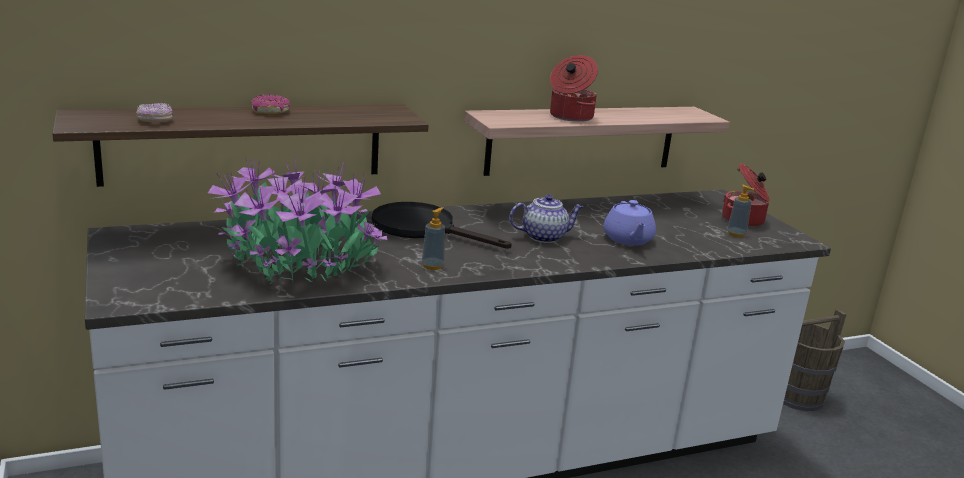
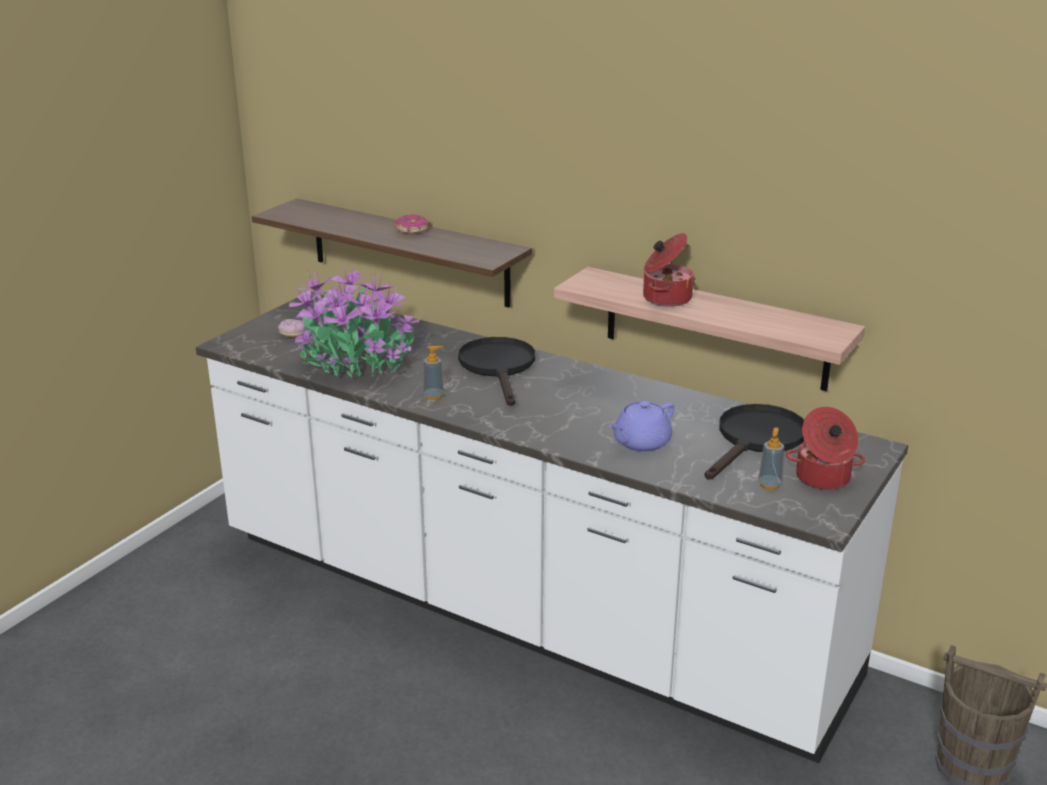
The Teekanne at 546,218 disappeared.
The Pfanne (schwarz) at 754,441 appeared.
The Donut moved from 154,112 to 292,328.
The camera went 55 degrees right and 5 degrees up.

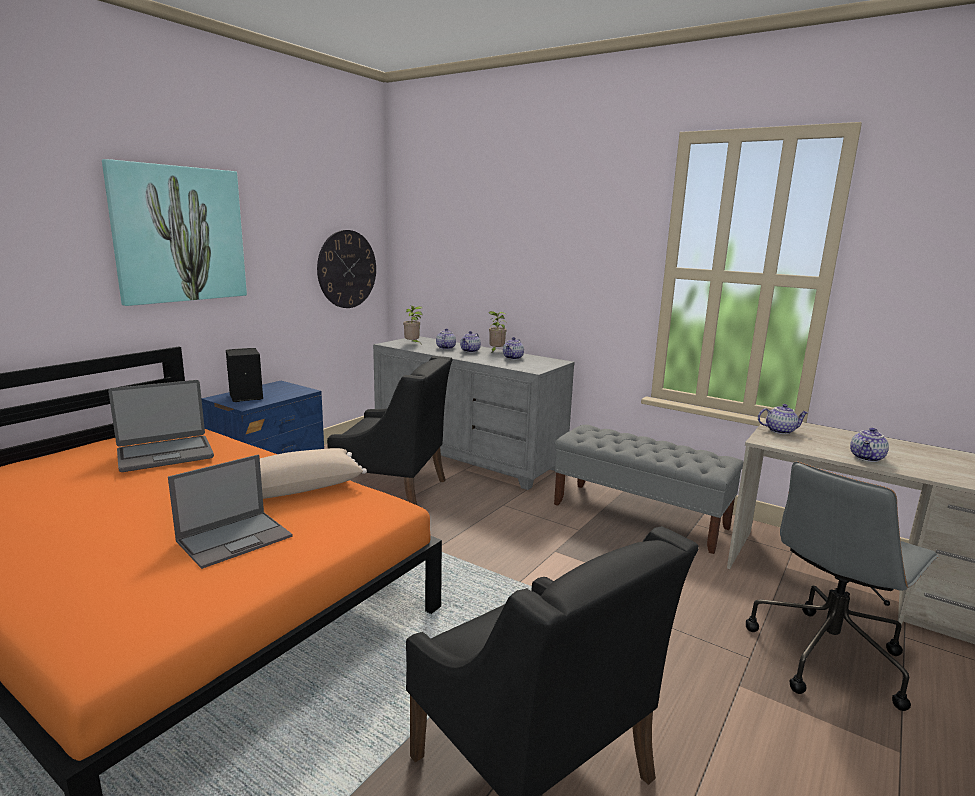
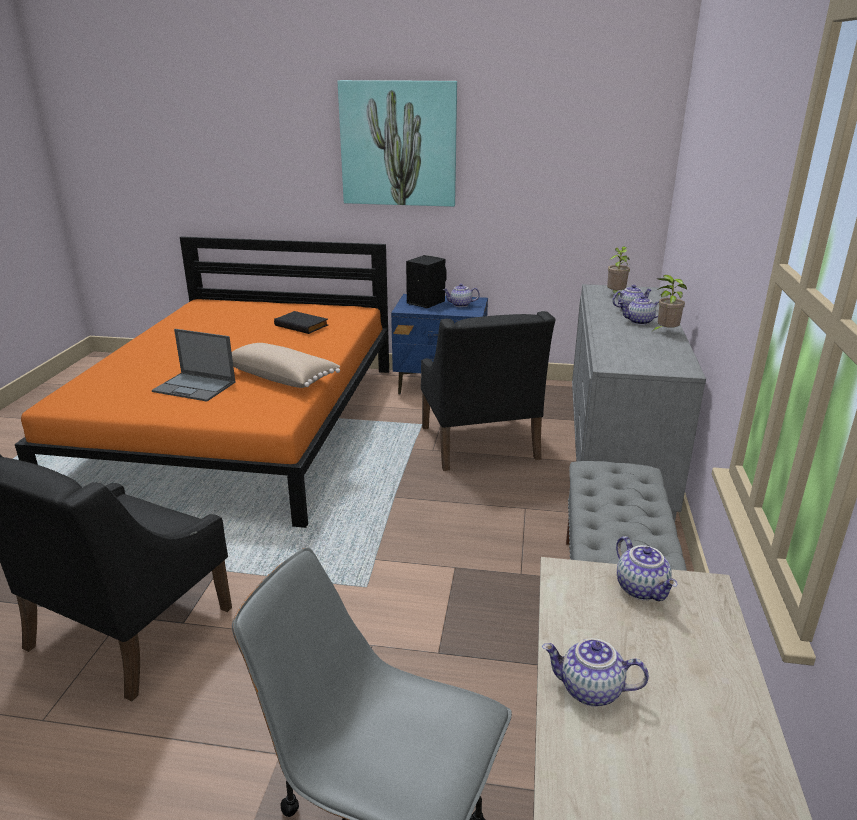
The Wanduhr at 346,269 disappeared.
The Teekanne moved from 513,348 to 461,295.
The Laptop at 161,426 was replaced by the Buch (schwarz) at 301,322.
The camera went 65 degrees right and 10 degrees up.

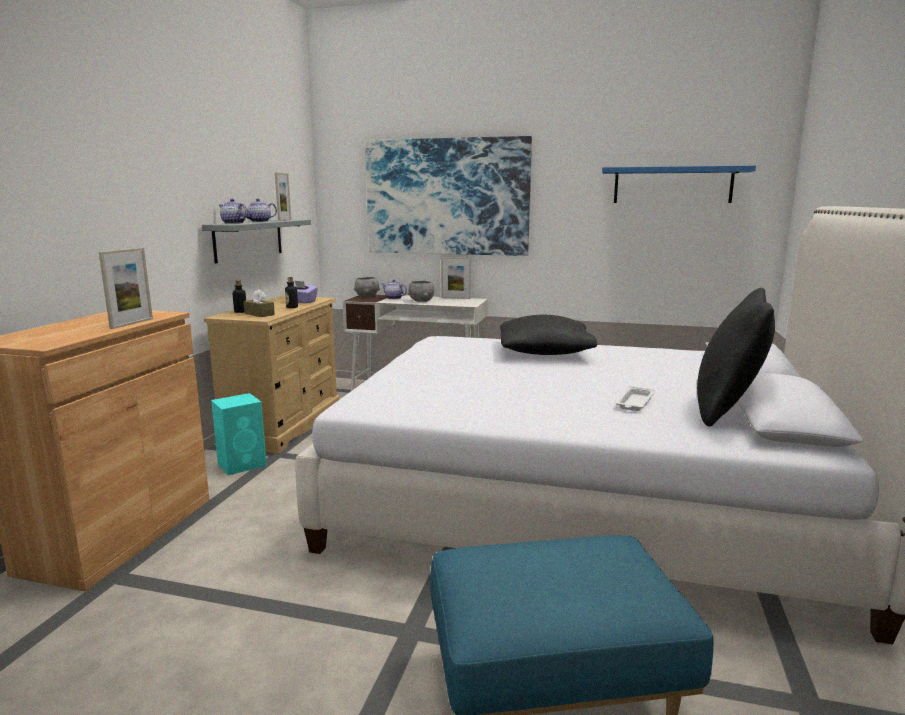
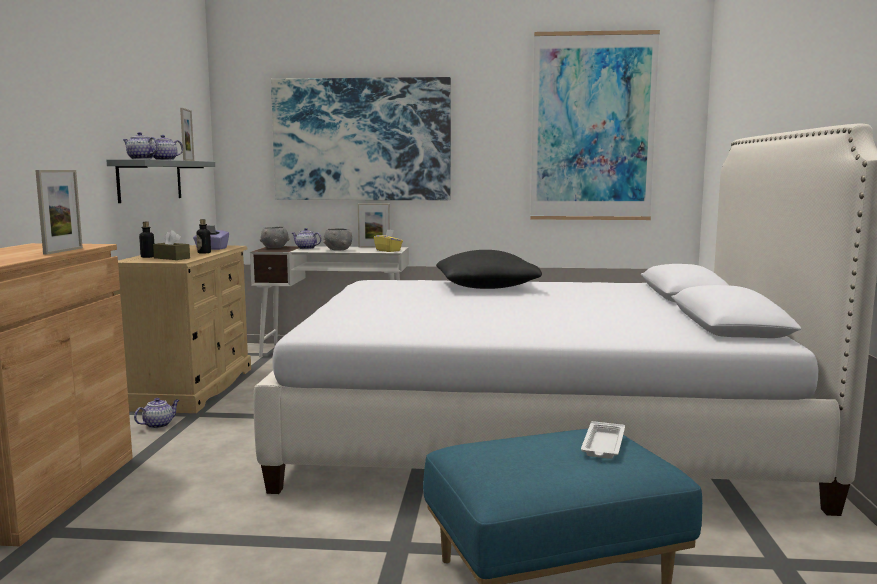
The Kissen (schwarz) at 736,357 disappeared.
The Taschentuchbox (gelb) at 388,240 appeared.
The Tablett (weiß) moved from 635,398 to 603,440.
The Lautsprecher (türkis) at 239,434 was replaced by the Teekanne at 156,413.
The Wandregal (blau) at 679,184 was replaced by the Bild at 595,125.
The camera went 10 degrees left and 5 degrees down.

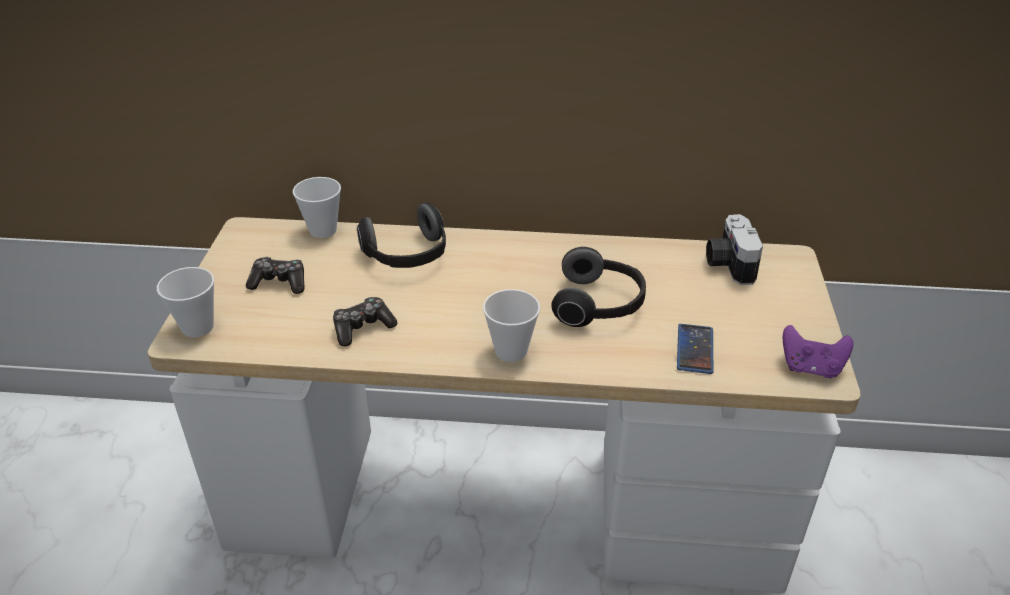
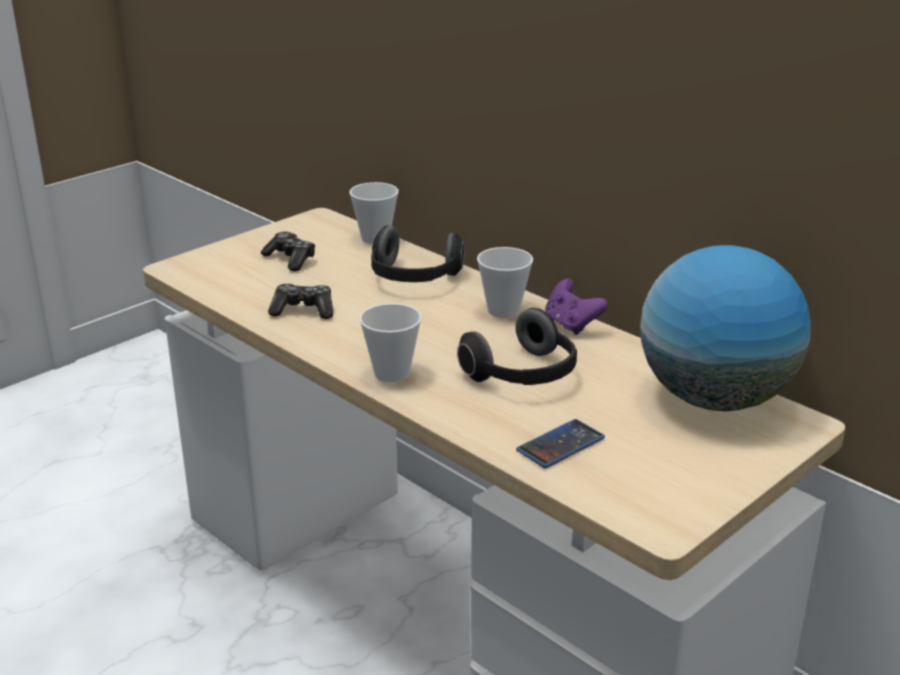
The Tasse moved from 185,302 to 505,282.
The Gamepad (lila) moved from 818,351 to 576,307.
The Kamera at 734,249 was replaced by the Globus at 725,328.
The camera went 40 degrees right and 10 degrees down.

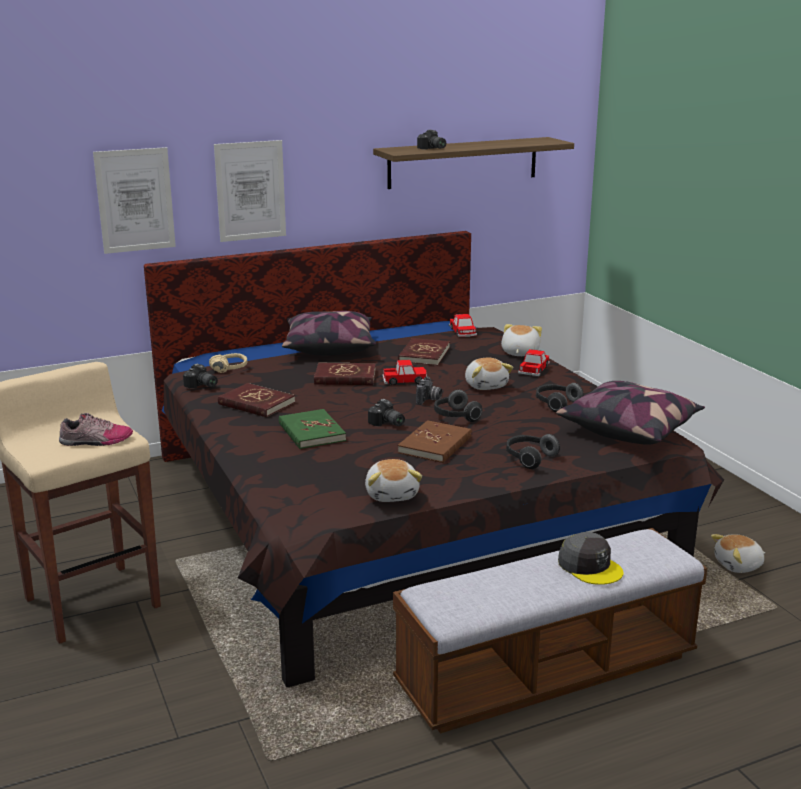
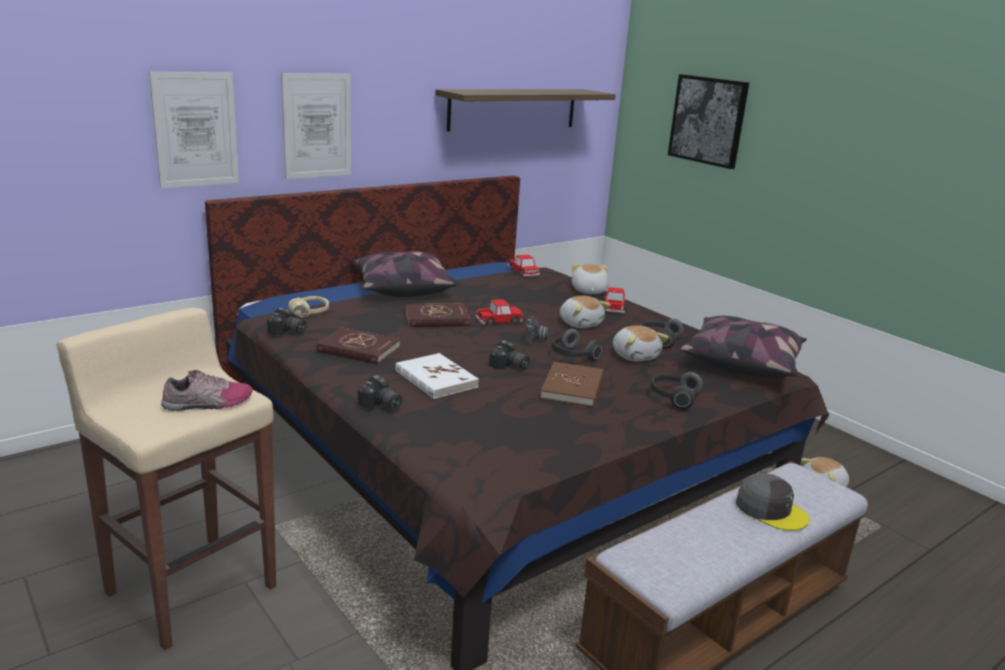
The Buch (rot) at 424,352 disappeared.
The Bild at 708,121 appeared.
The Plüschtier moved from 393,480 to 641,343.
The Kamera moved from 431,140 to 380,392.
The Buch (grün) at 312,429 became the Buch (weiß) at 437,376.
The camera went 15 degrees left and 0 degrees up.

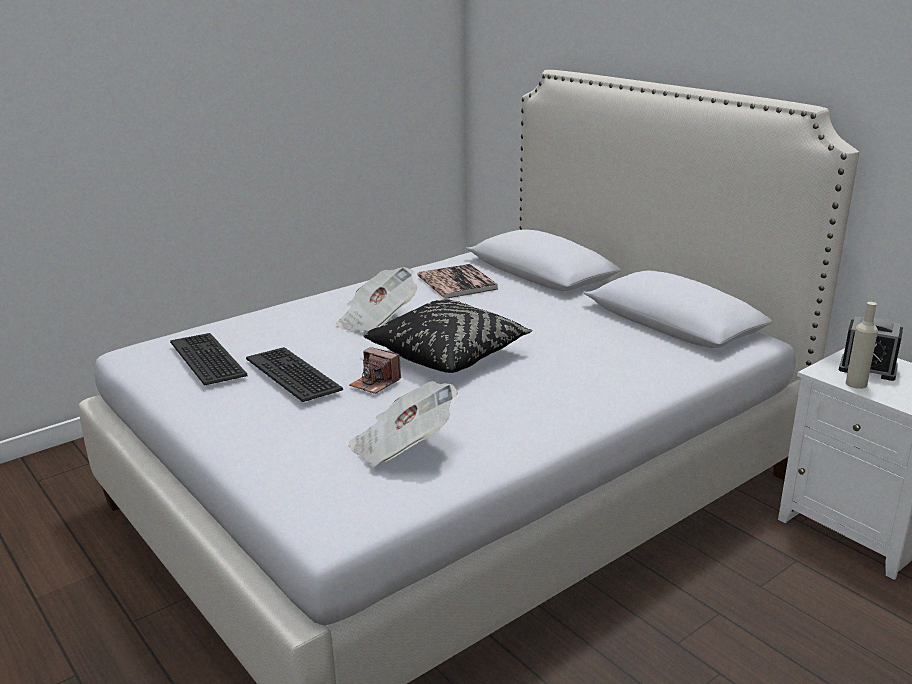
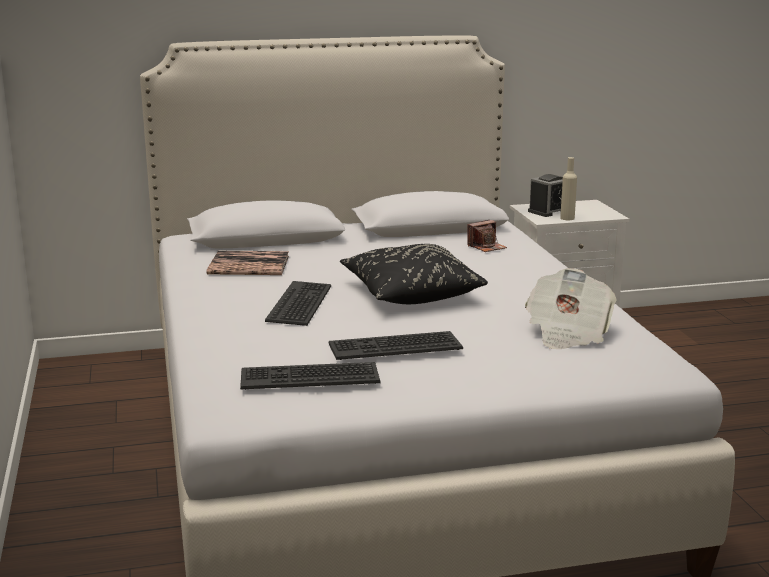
The Kamera moved from 375,370 to 487,236.
The Zeitung at 376,299 was replaced by the Tastatur at 298,303.
The camera went 65 degrees left and 5 degrees down.

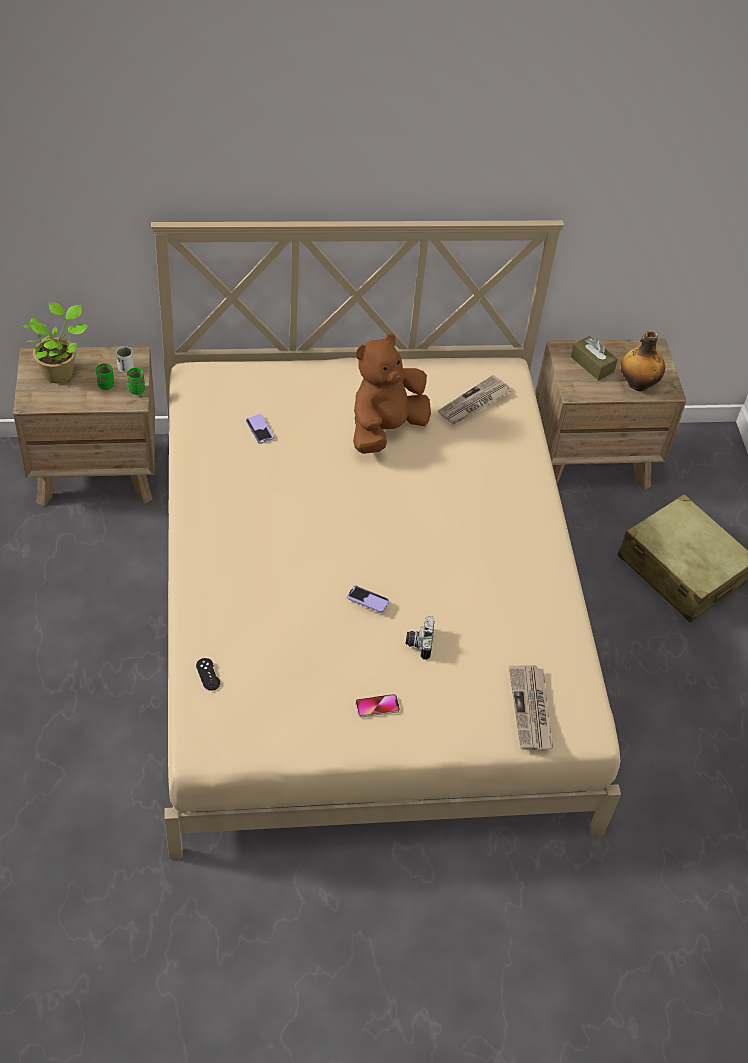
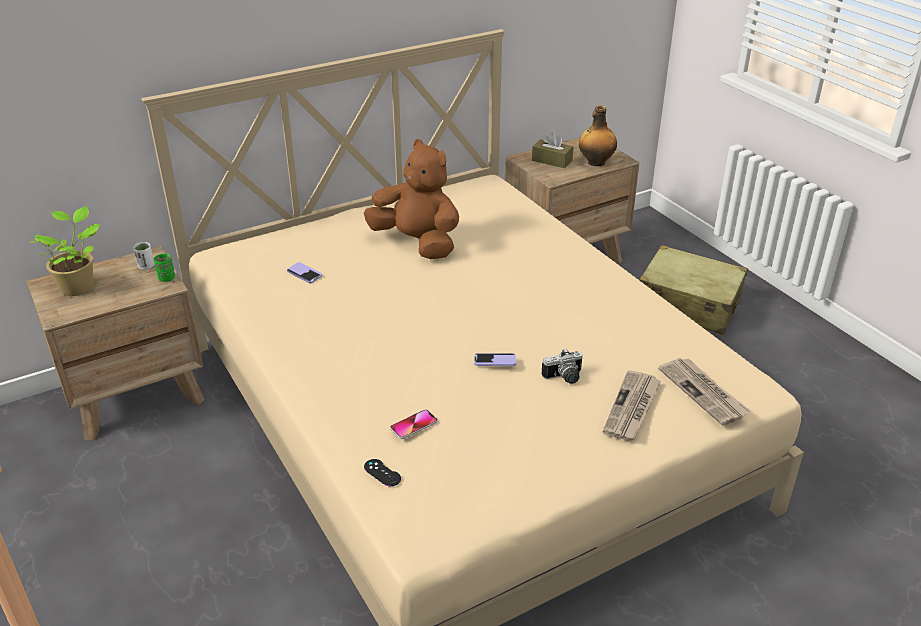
The Tasse (grün) at 105,376 disappeared.
The Handy moved from 377,705 to 414,424.
The Zeitung moved from 474,399 to 632,405.
The Plüschtier (braun) at 392,394 turned 105 degrees clockwise.
The Kamera at 420,638 turned 90 degrees counterclockwise.
The camera went 20 degrees left and 15 degrees down.

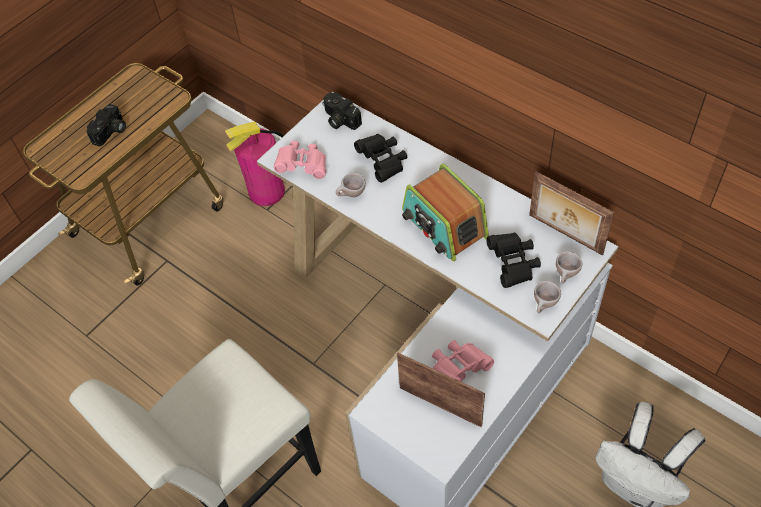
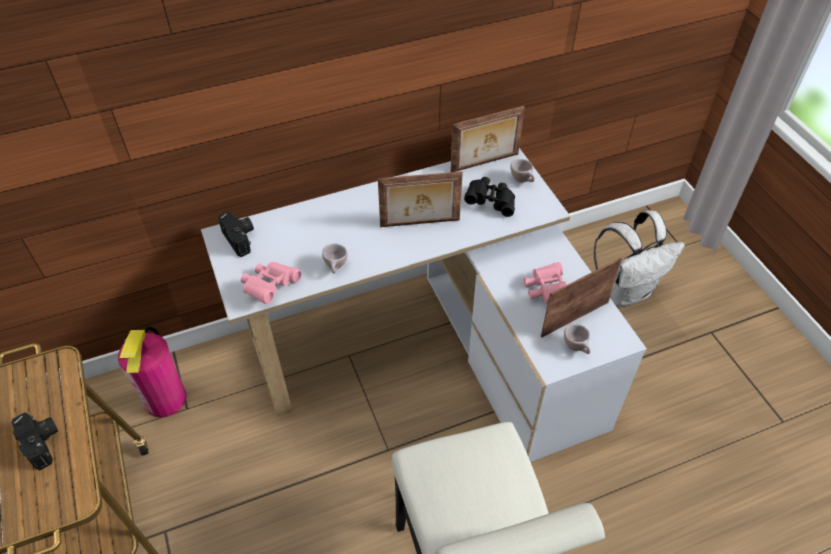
The Fernglas (schwarz) at 380,158 disappeared.
The Tasse (beige) moved from 547,297 to 577,339.
The Radio at 445,213 was replaced by the Bilderrahmen at 420,199.
The Kamera at 342,111 turned 105 degrees counterclockwise.
The camera went 65 degrees left and 5 degrees down.

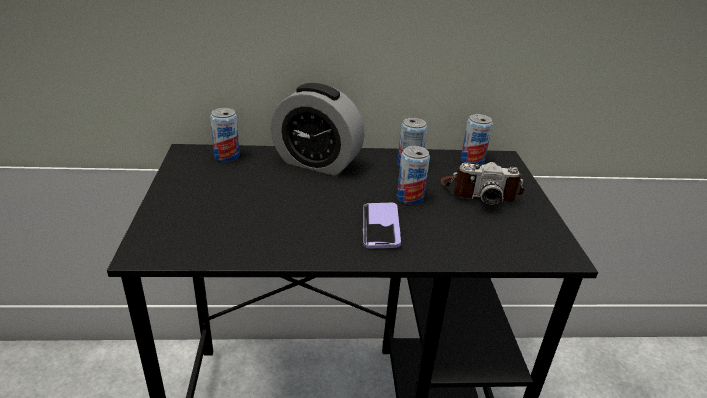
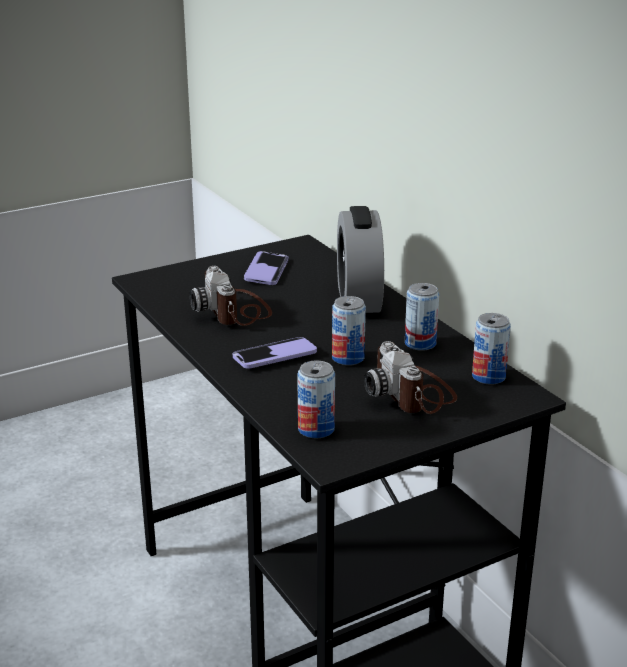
The Kamera at 231,296 appeared.
The Handy at 266,268 appeared.
The Dose moved from 225,135 to 316,399.
The camera went 65 degrees right and 5 degrees down.

